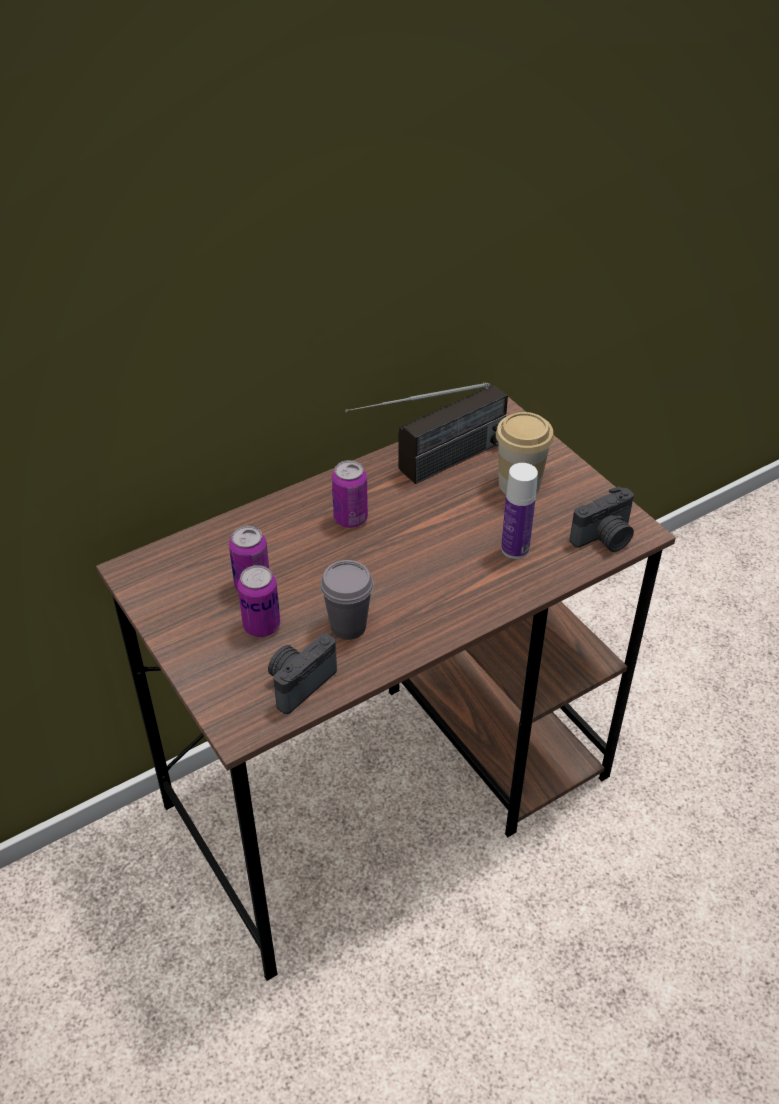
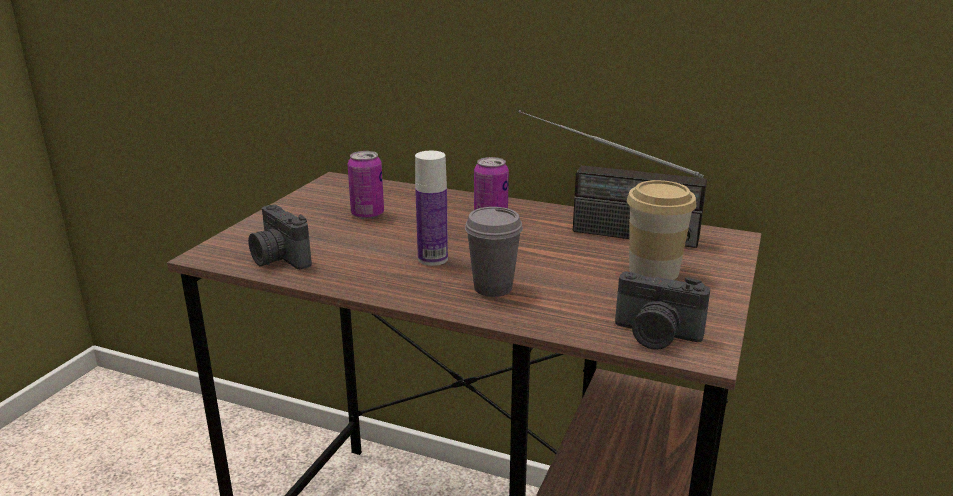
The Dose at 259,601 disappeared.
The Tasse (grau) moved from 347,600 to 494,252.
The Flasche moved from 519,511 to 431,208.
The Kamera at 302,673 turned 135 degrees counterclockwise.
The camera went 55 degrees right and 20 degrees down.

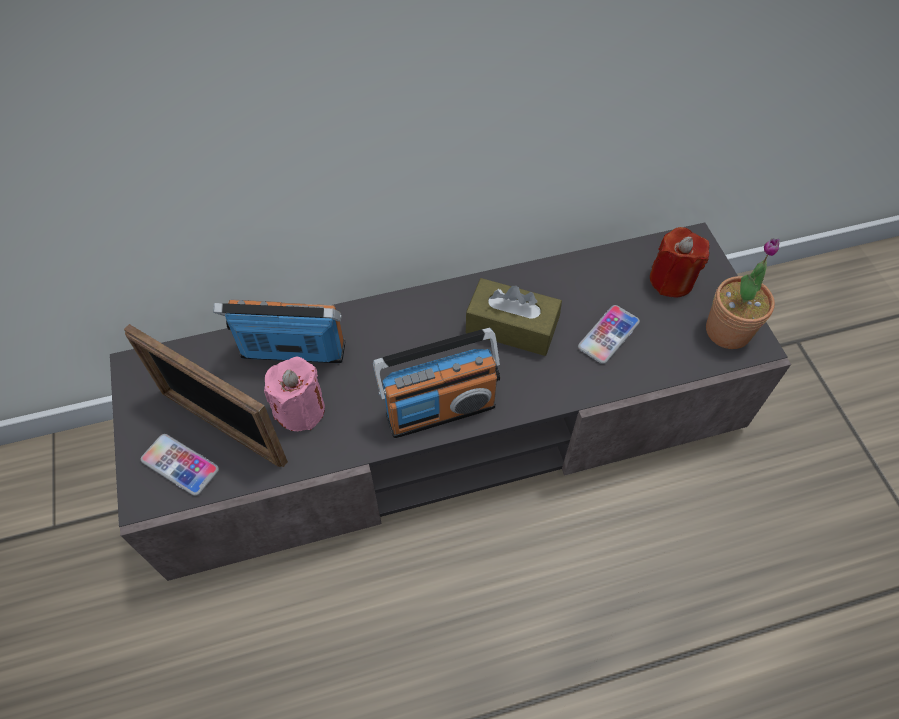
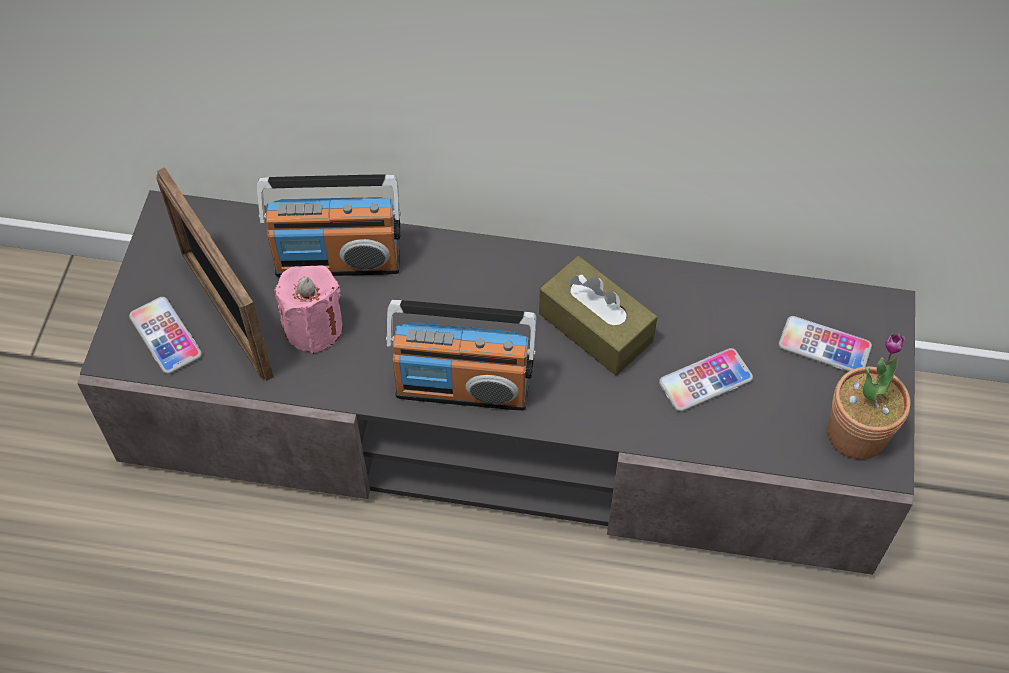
The Kerze (rot) at 680,262 was replaced by the Handy at 825,344.
The Radio at 279,331 turned 150 degrees clockwise.
The camera went 25 degrees right and 0 degrees up.

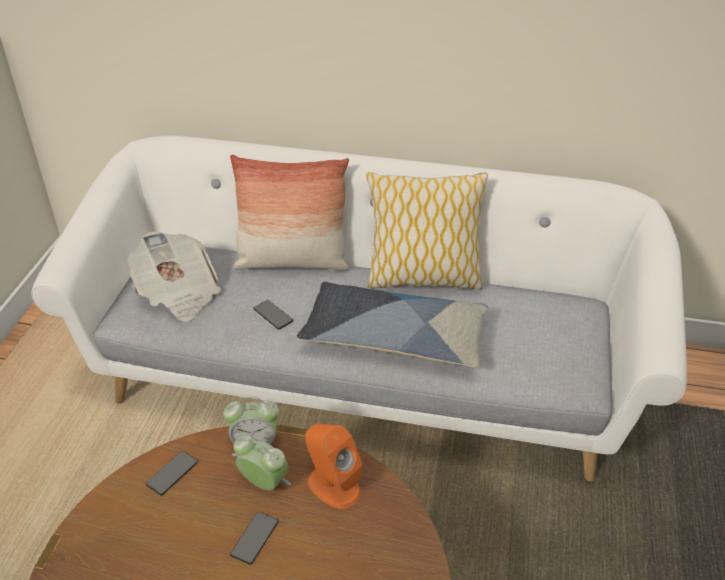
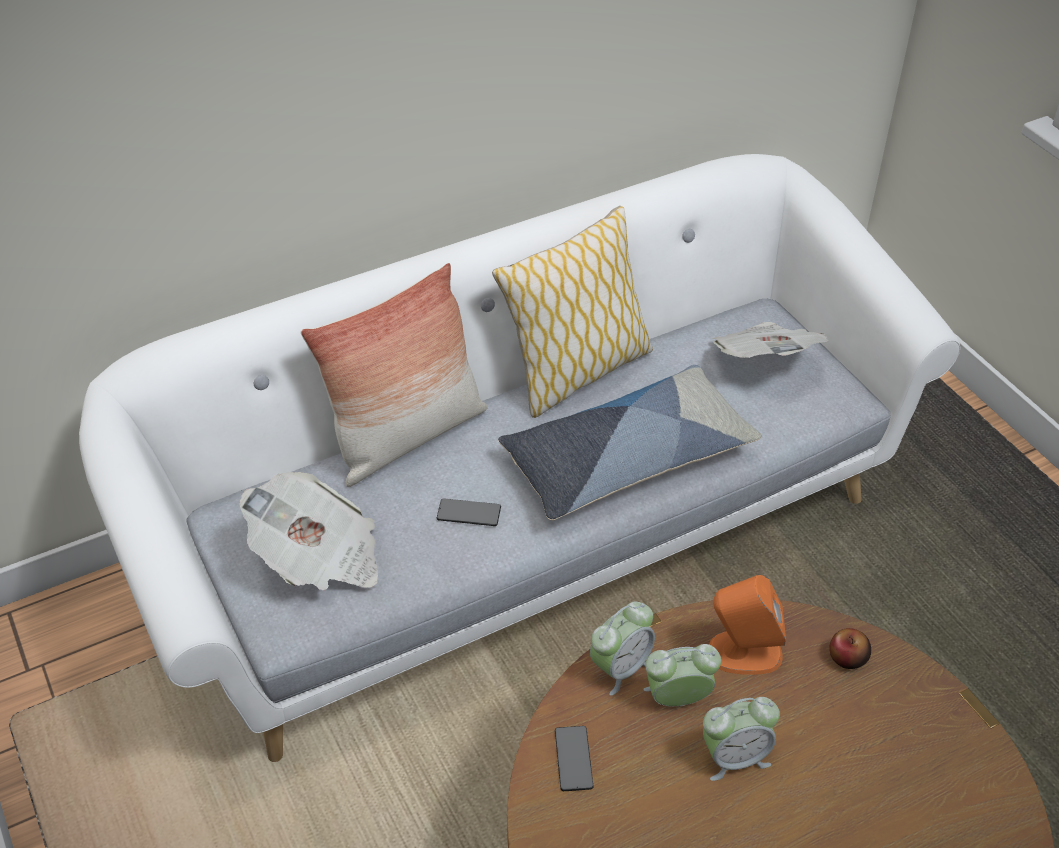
The Zeitung at 770,340 appeared.
The Apfel at 850,648 appeared.
The Handy at 254,538 was replaced by the Wecker at 741,739.
The camera went 40 degrees left and 5 degrees up.

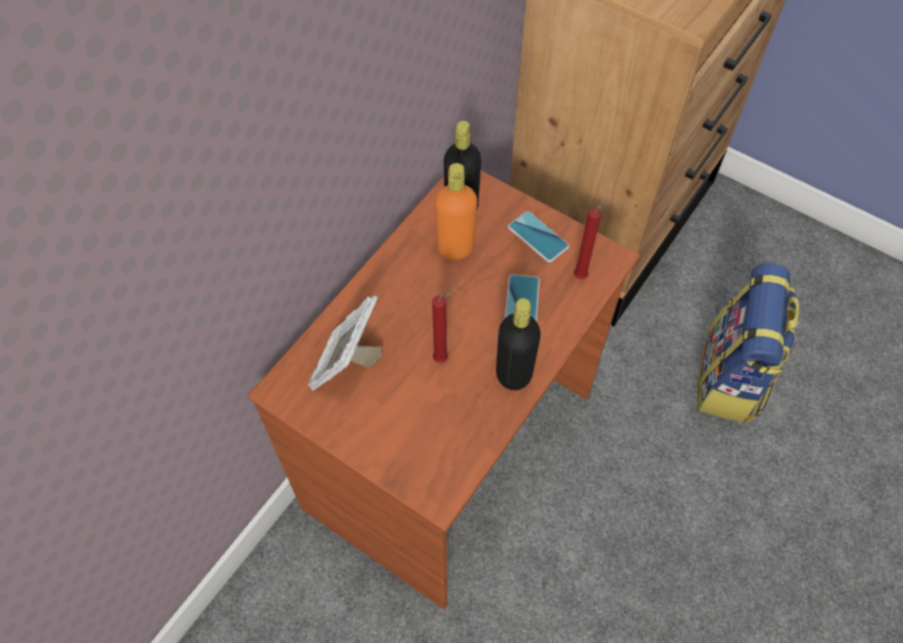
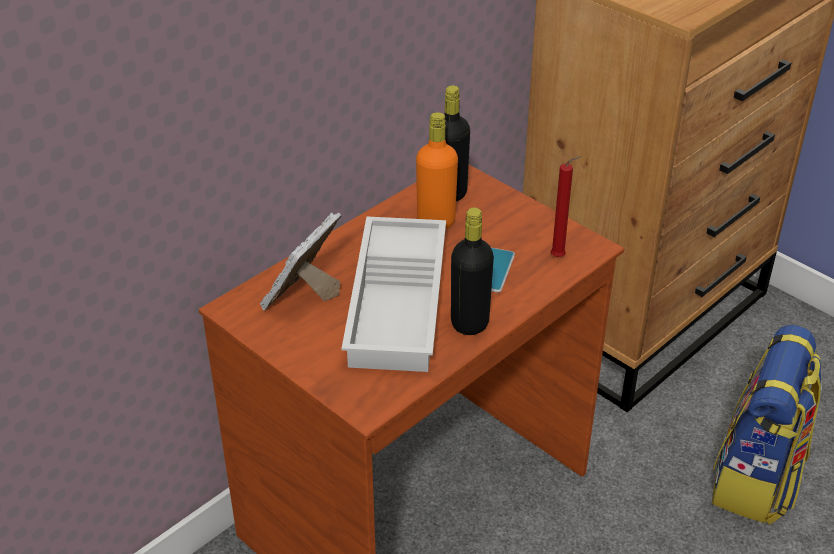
The Handy at 538,236 disappeared.
The Kerze (rot) at 443,327 was replaced by the Tablett (weiß) at 394,294.
The camera went 10 degrees right and 20 degrees down.

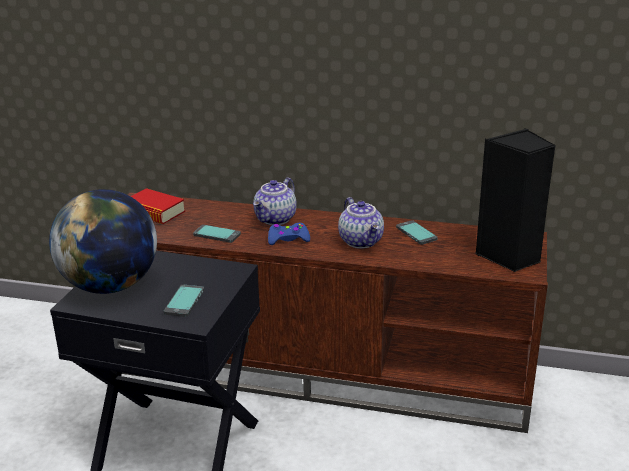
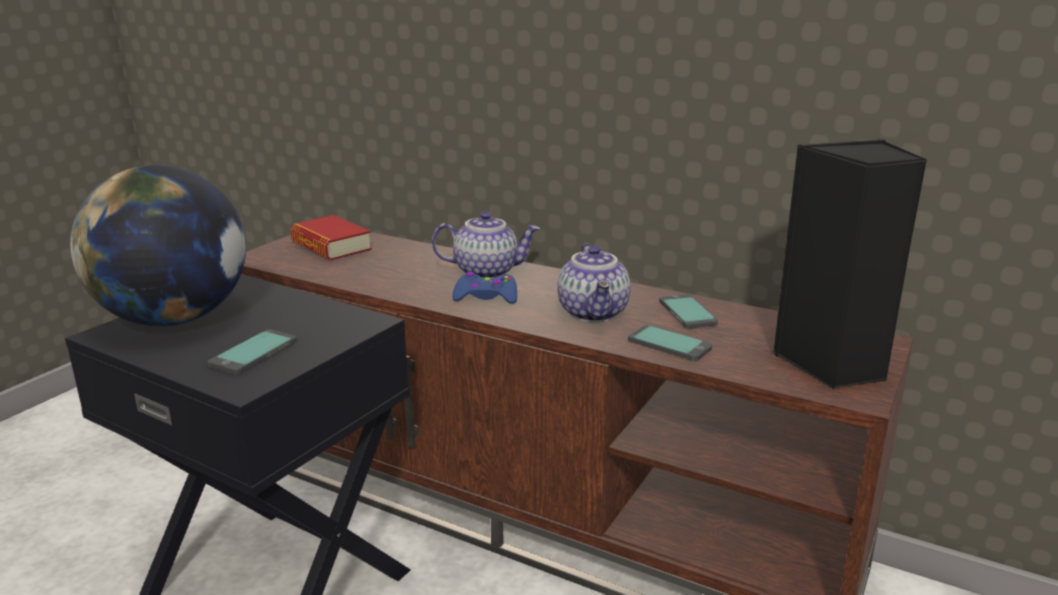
The Handy moved from 217,234 to 670,343.
The Teekanne at 275,201 turned 135 degrees counterclockwise.
The camera went 15 degrees right and 5 degrees down.

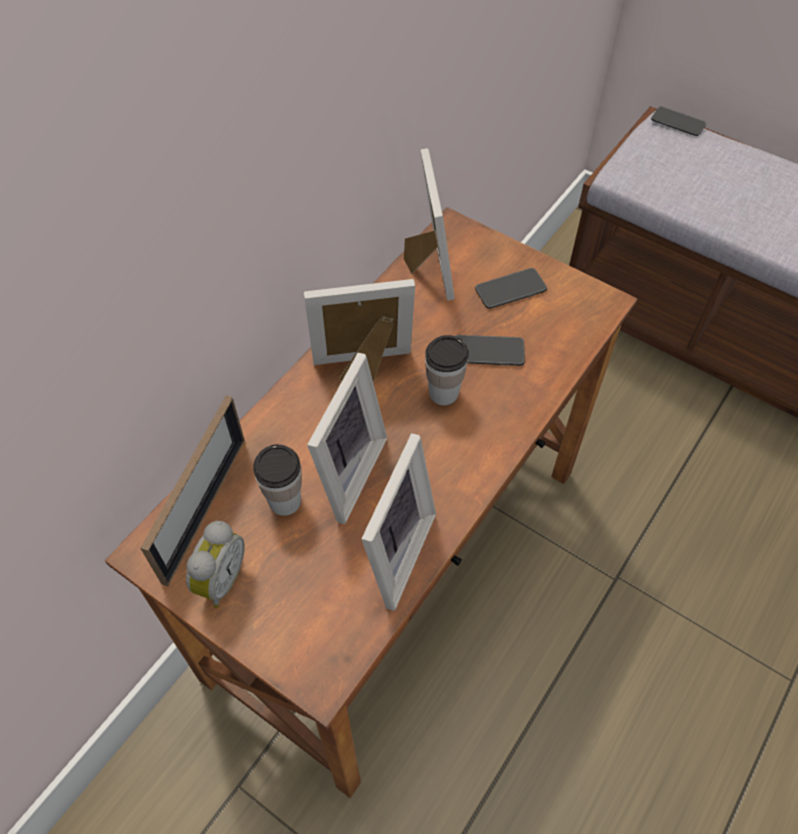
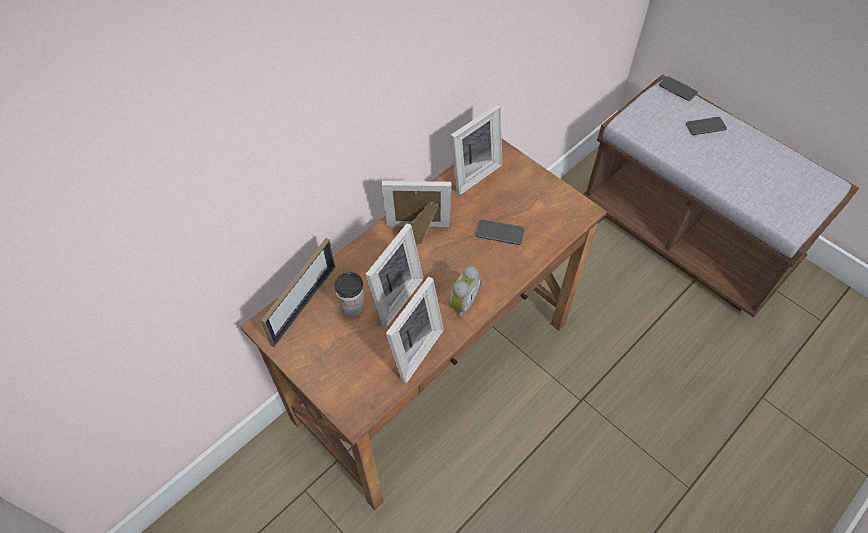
The Tasse at 447,370 disappeared.
The Wecker moved from 215,564 to 465,292.
The Handy moved from 511,288 to 706,126.
The Bilderrahmen at 429,224 turned 45 degrees clockwise.
The camera went 10 degrees right and 0 degrees up.

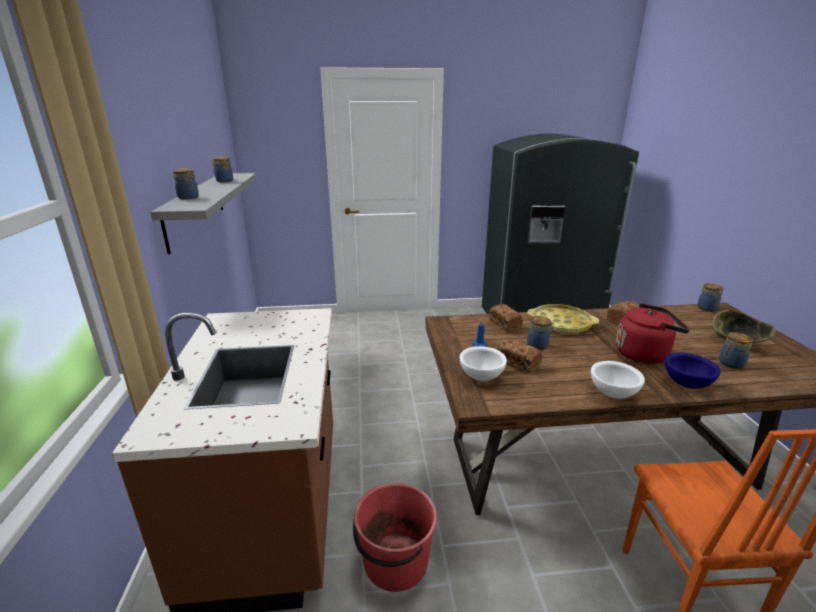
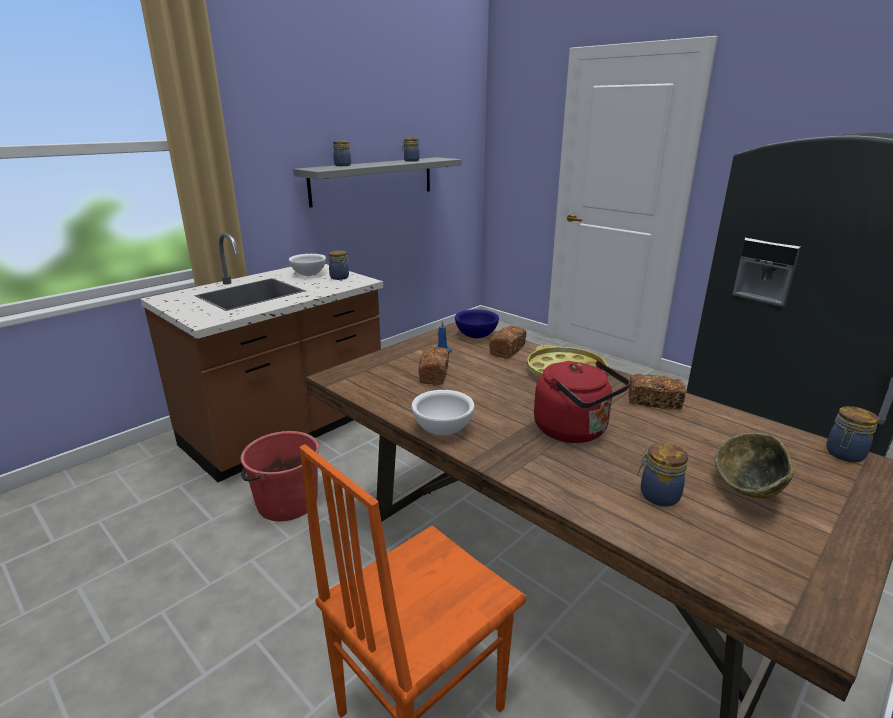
The Schüssel (weiß) moved from 483,363 to 307,265.
The Vorratsglas moved from 540,333 to 338,265.
The Schüssel (blau) moved from 693,370 to 477,323.
The camera went 50 degrees right and 0 degrees up.

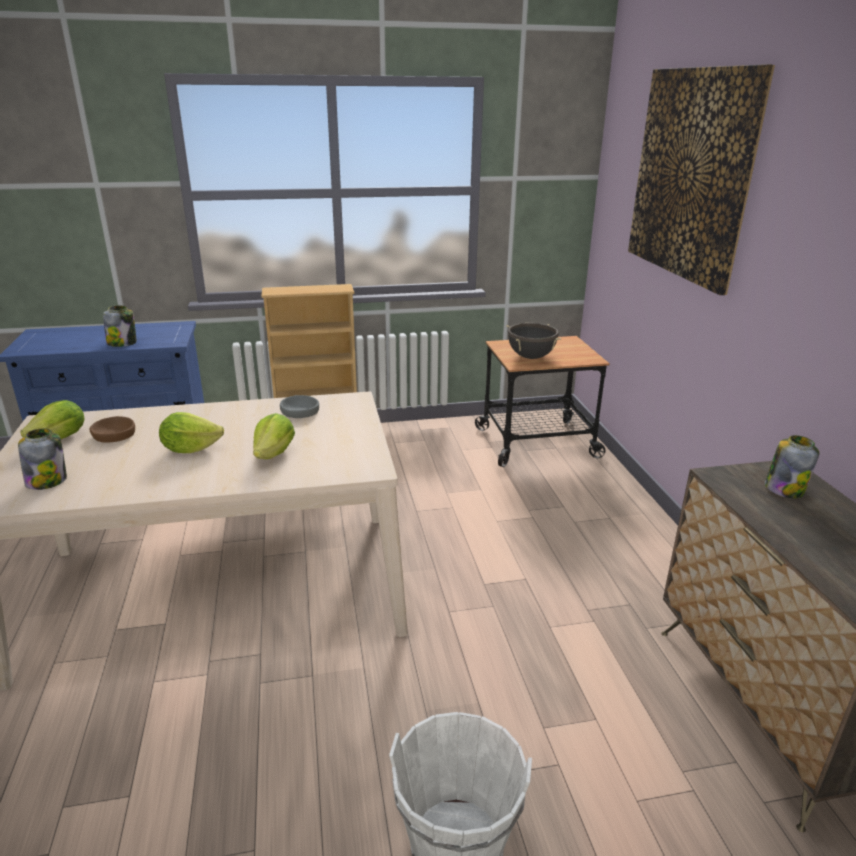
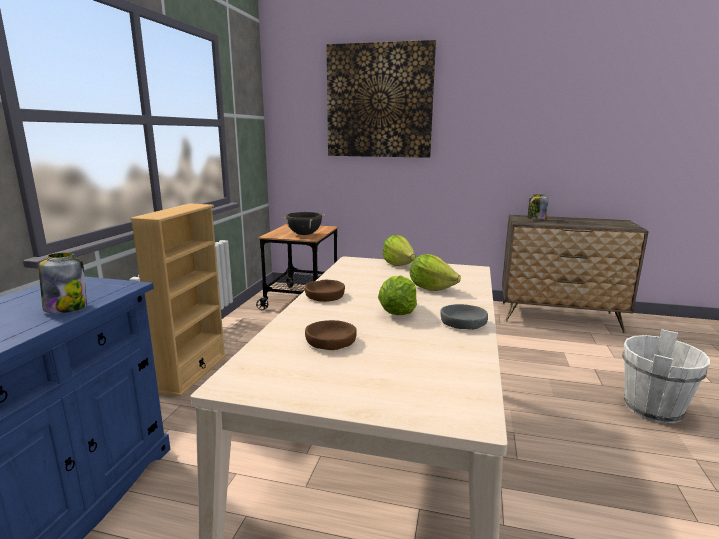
The Vorratsglas at 42,459 disappeared.
The Schüssel (braun) at 325,291 appeared.
The Salatkopf moved from 52,419 to 399,250.
The Schüssel (grau) moved from 299,406 to 464,317.
The camera went 65 degrees left and 10 degrees down.

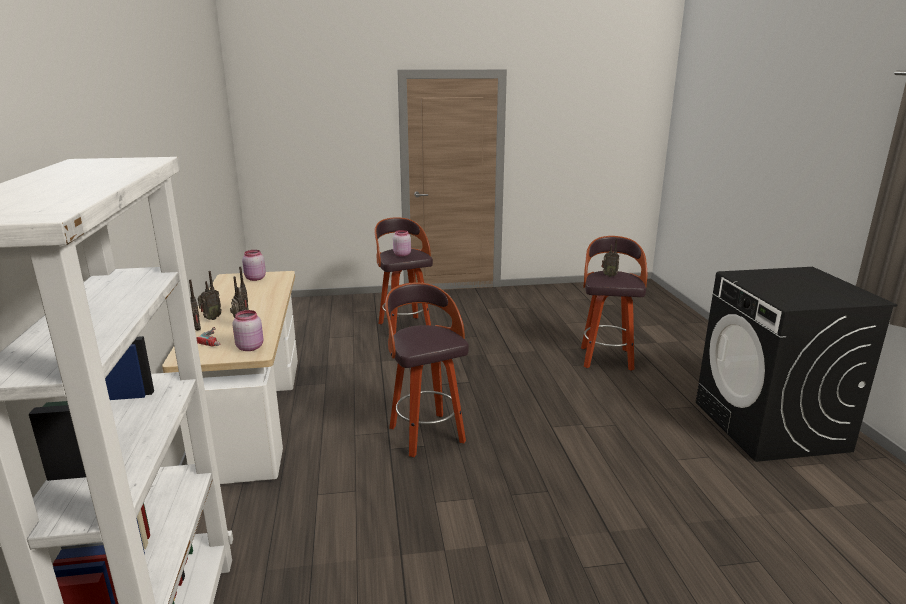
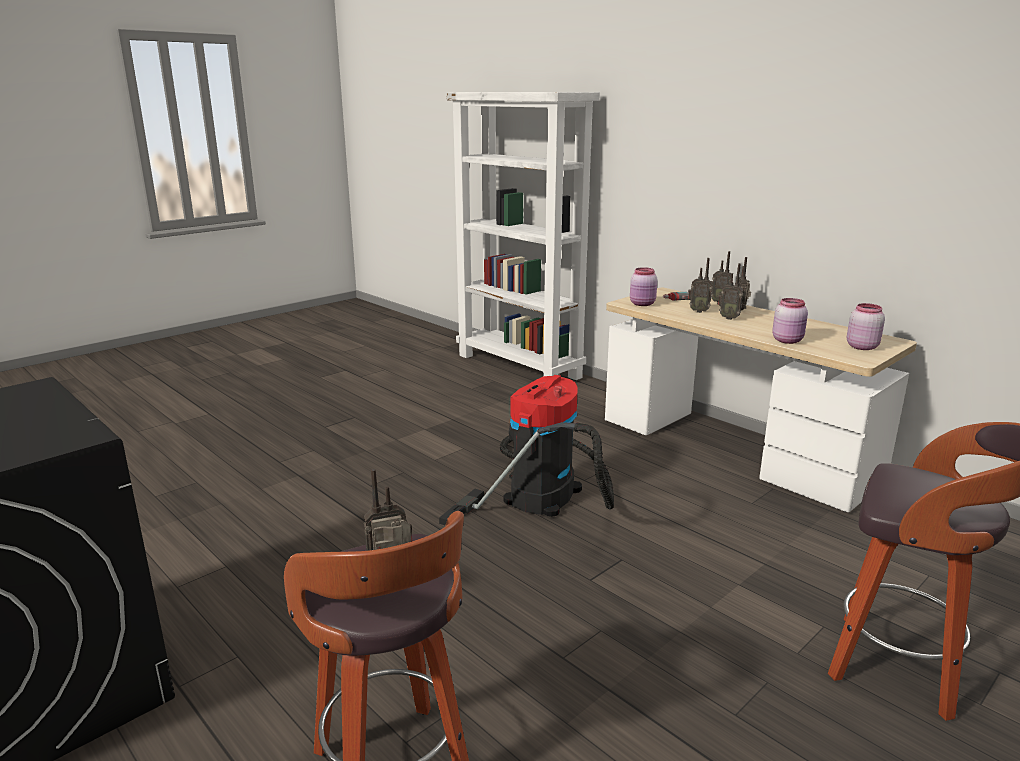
The Vorratsglas (rosa) moved from 402,243 to 790,321.
The Hocker at 427,370 was replaced by the Staubsauger at 526,450.
The camera went 145 degrees right and 0 degrees up.

